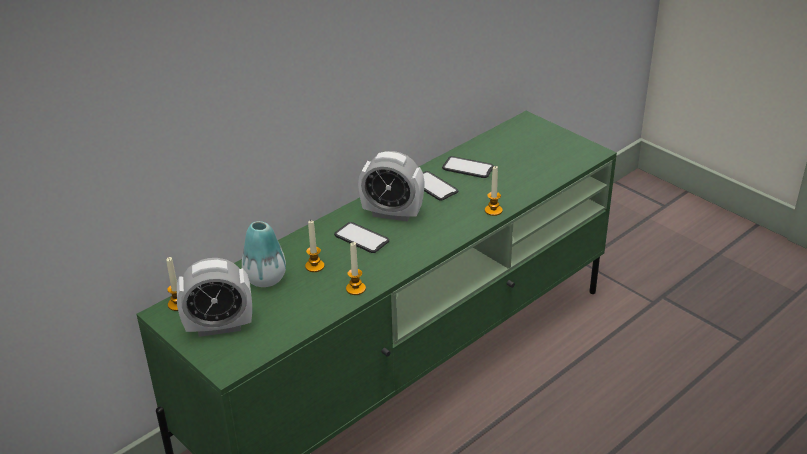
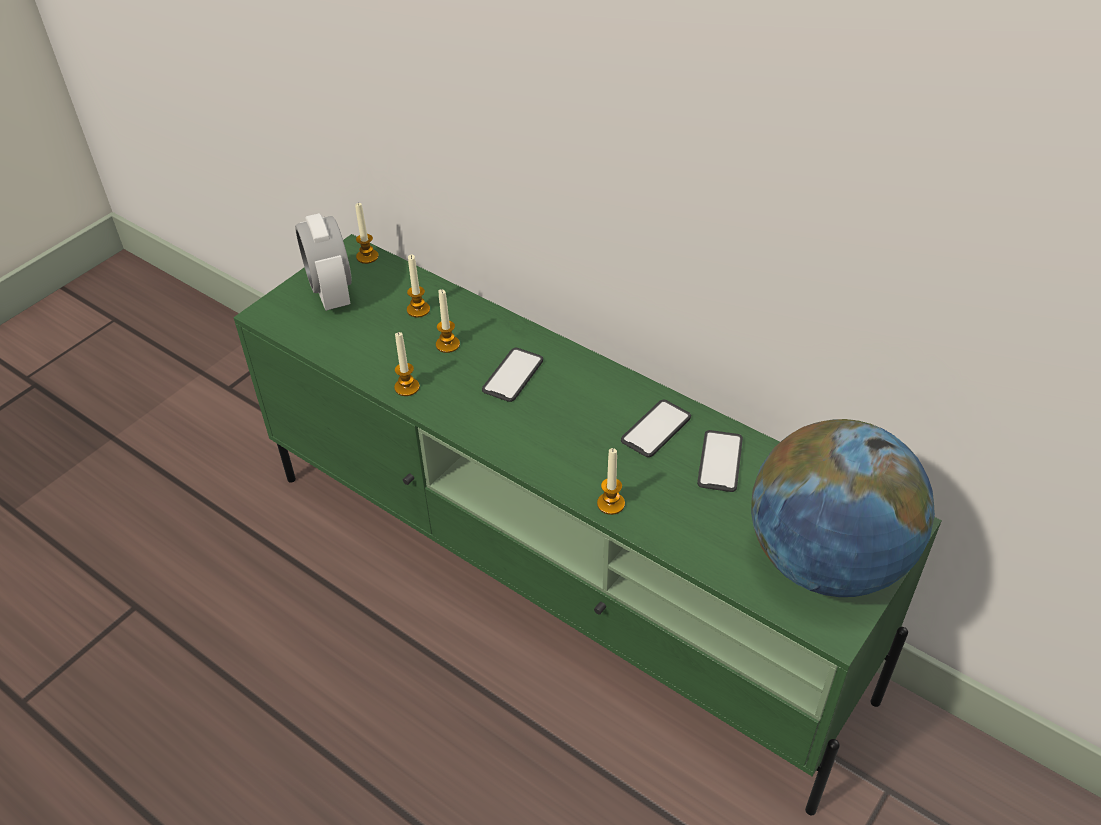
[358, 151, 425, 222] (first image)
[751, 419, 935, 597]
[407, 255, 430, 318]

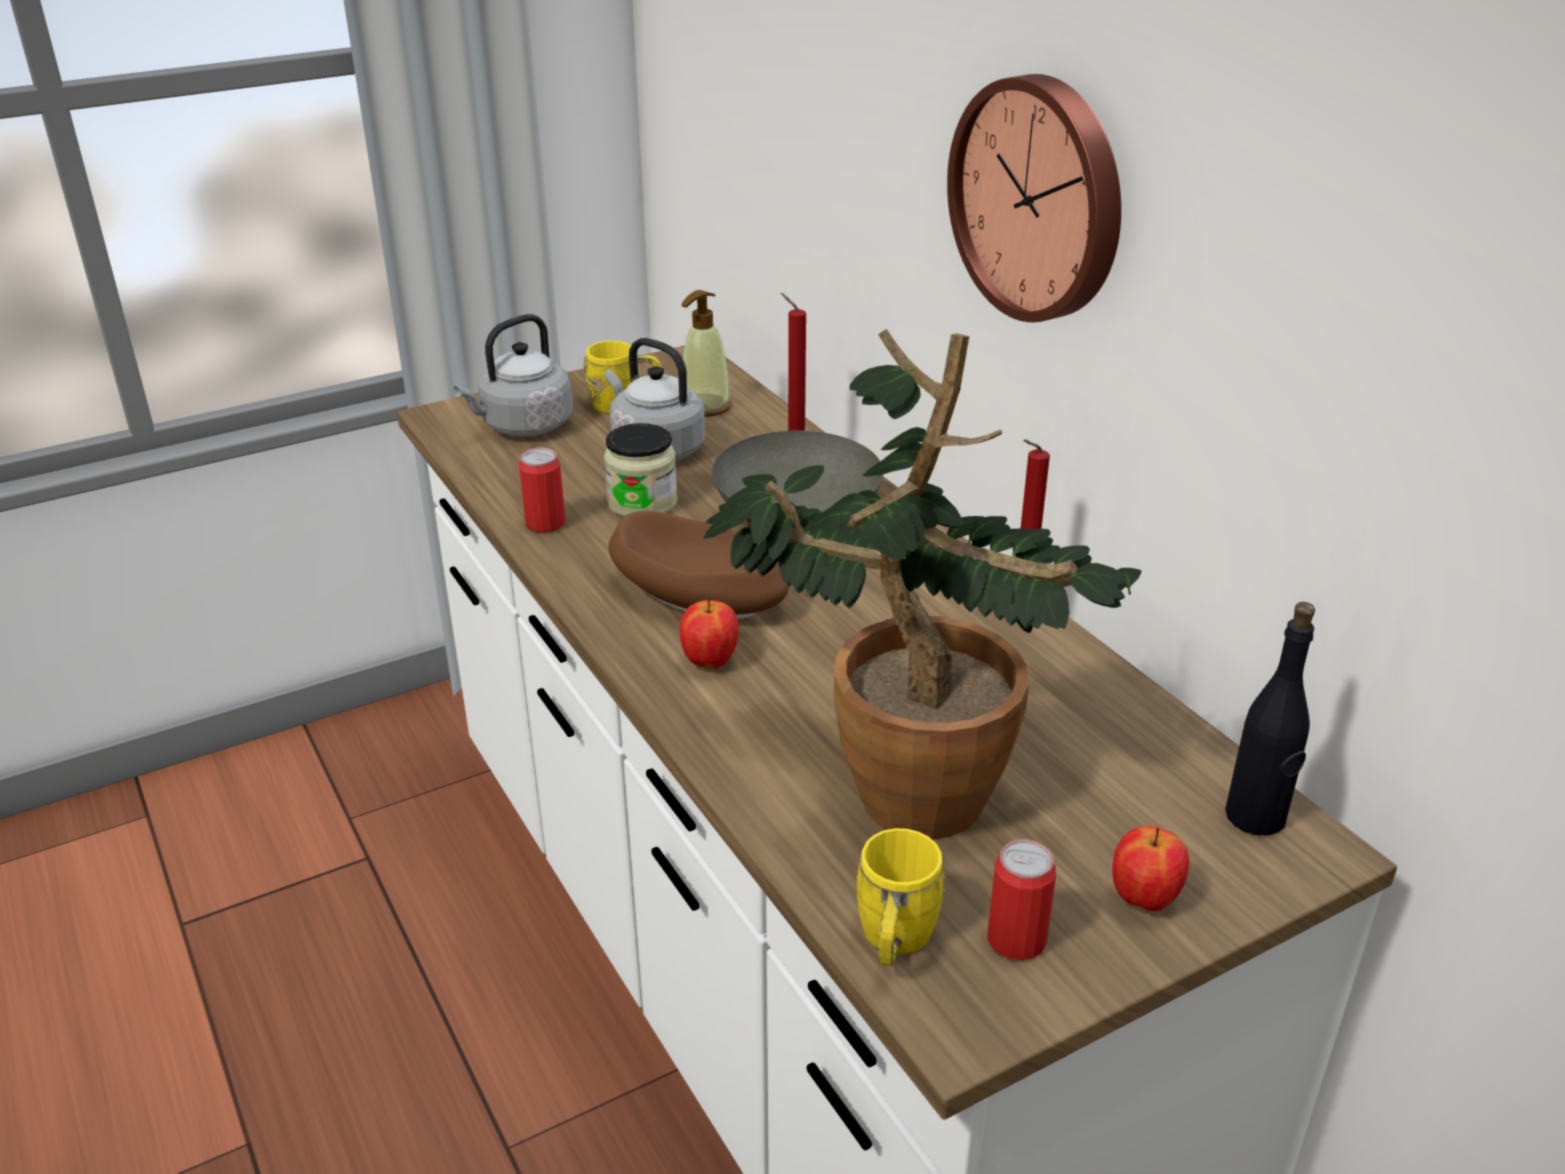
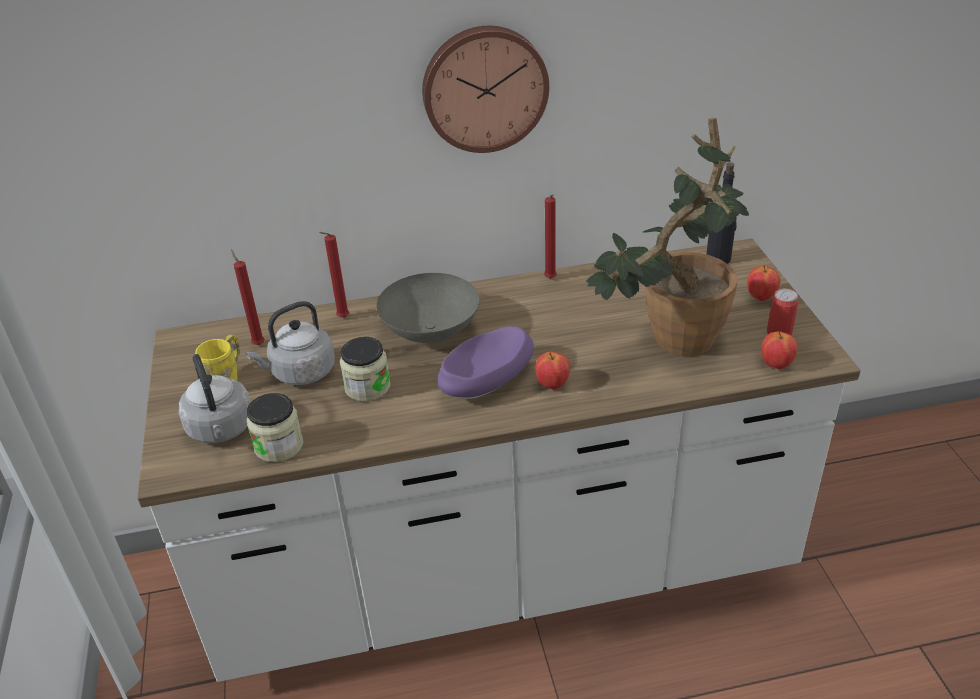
[519, 448, 566, 533] (first image)
[247, 393, 303, 462]
[231, 250, 265, 345]
[761, 331, 798, 369]
[438, 326, 534, 399]

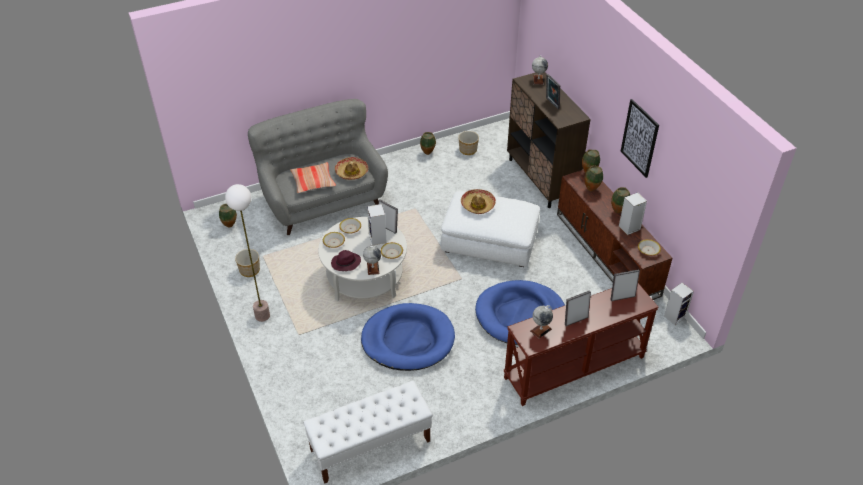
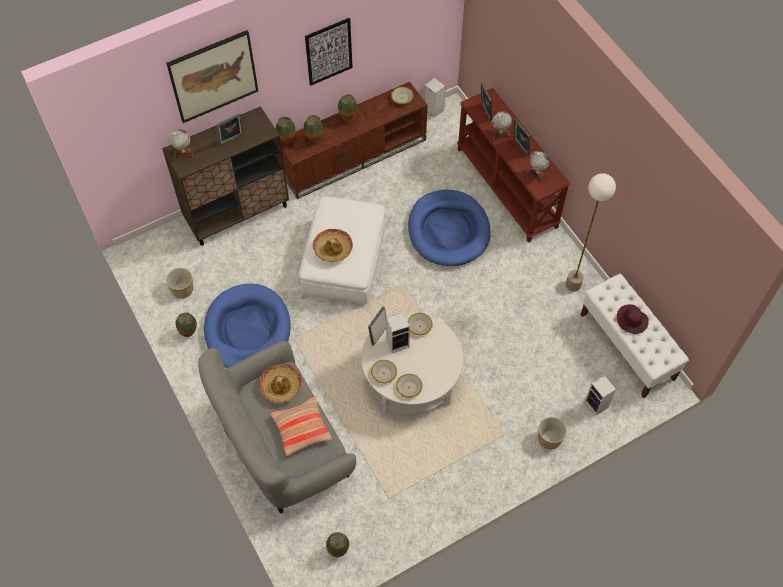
[166, 30, 258, 123]
[566, 173, 616, 292]
[538, 417, 567, 449]
[617, 304, 649, 334]
[204, 284, 290, 368]
[491, 111, 512, 139]
[585, 375, 616, 416]

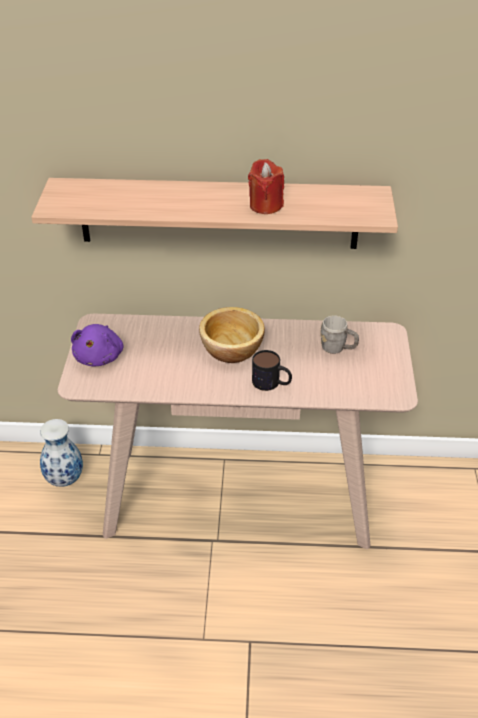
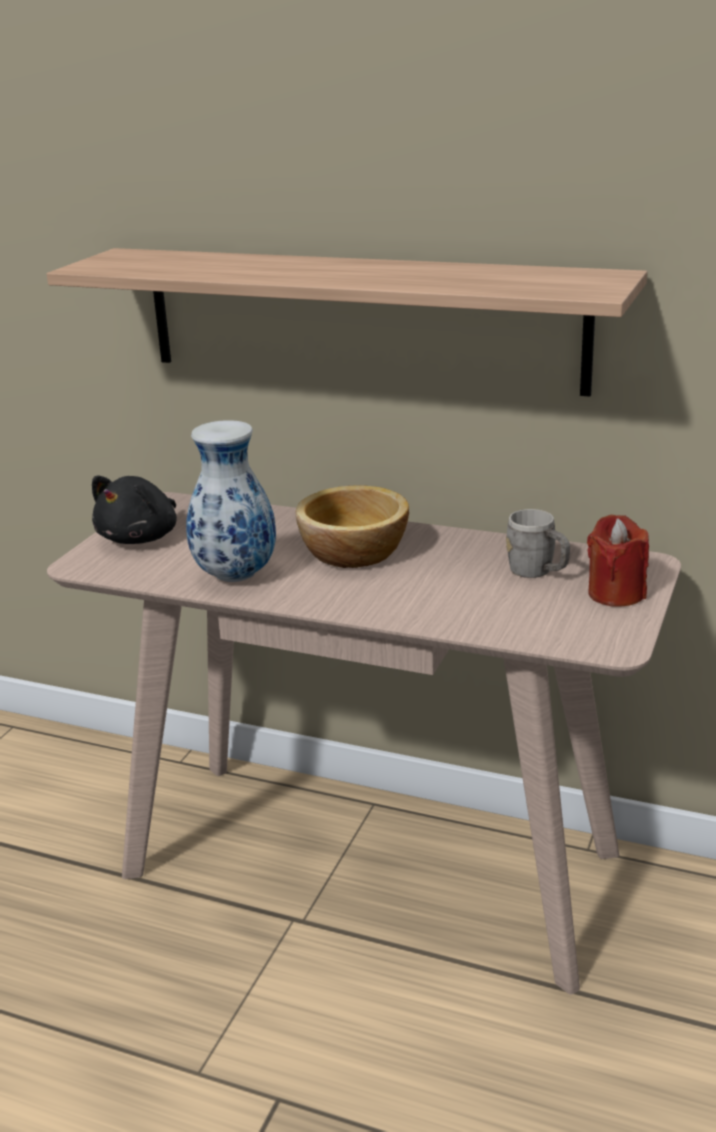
[252, 350, 292, 391] (first image)
[186, 420, 276, 582]
[587, 515, 649, 607]
[92, 475, 177, 544]

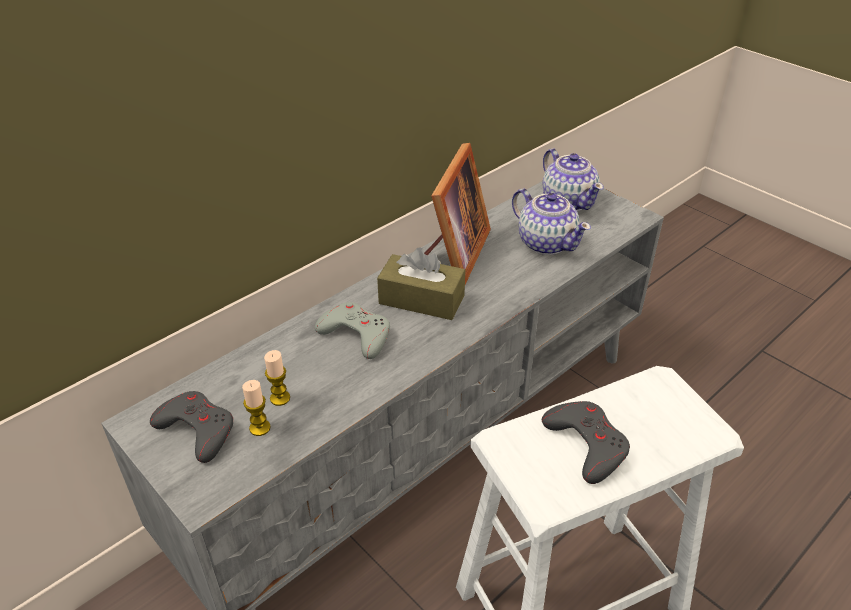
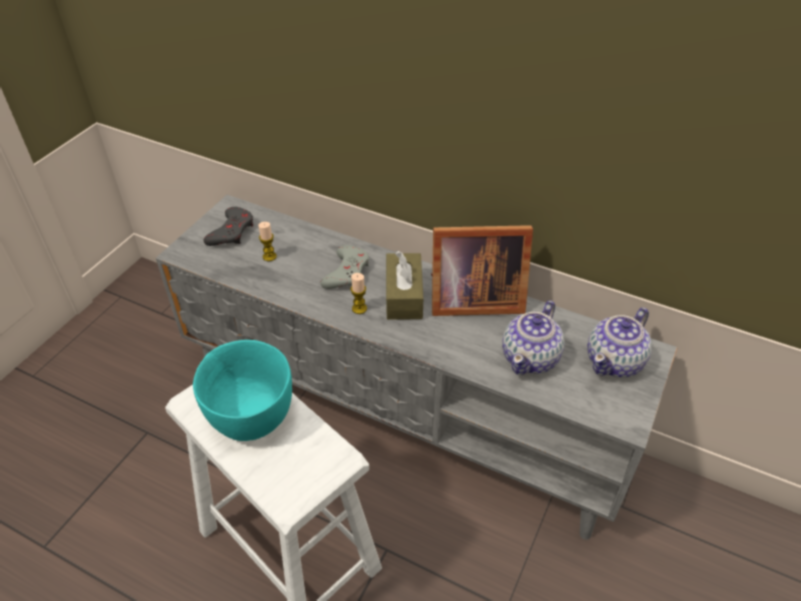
[350, 273, 367, 314]
[193, 340, 292, 441]

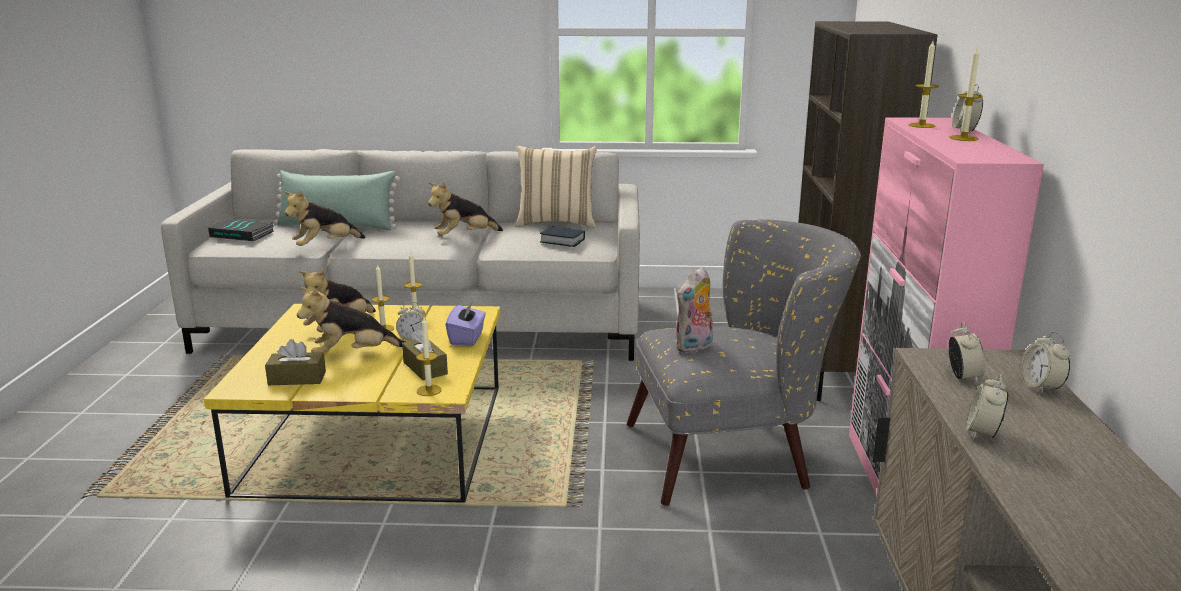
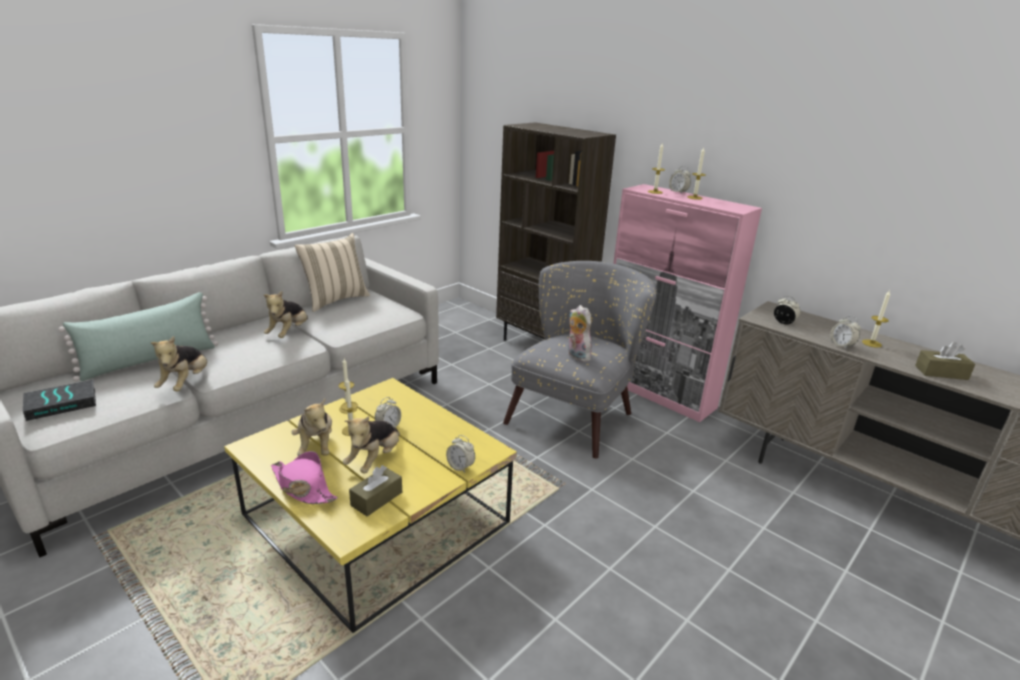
[446, 300, 486, 346] (first image)
[540, 226, 585, 247] (first image)
[271, 451, 338, 504]
[915, 342, 975, 380]
[862, 290, 890, 348]
[446, 435, 475, 473]
[568, 305, 592, 362]

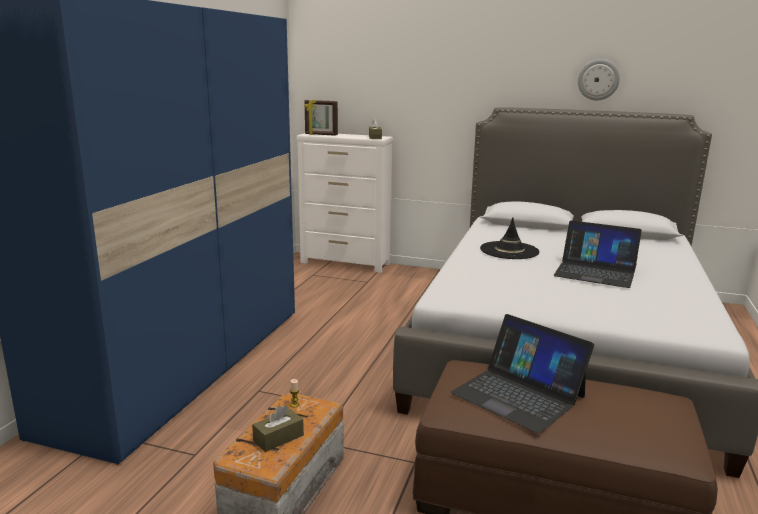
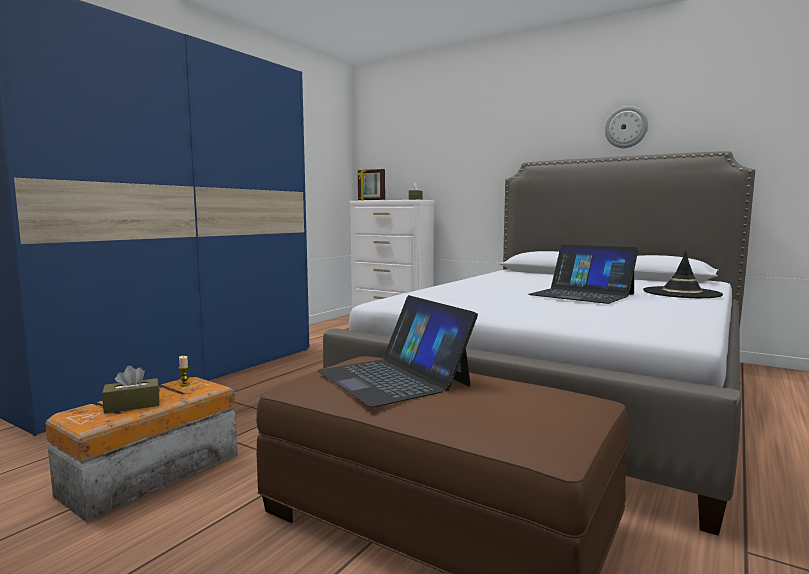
[643, 251, 723, 298]

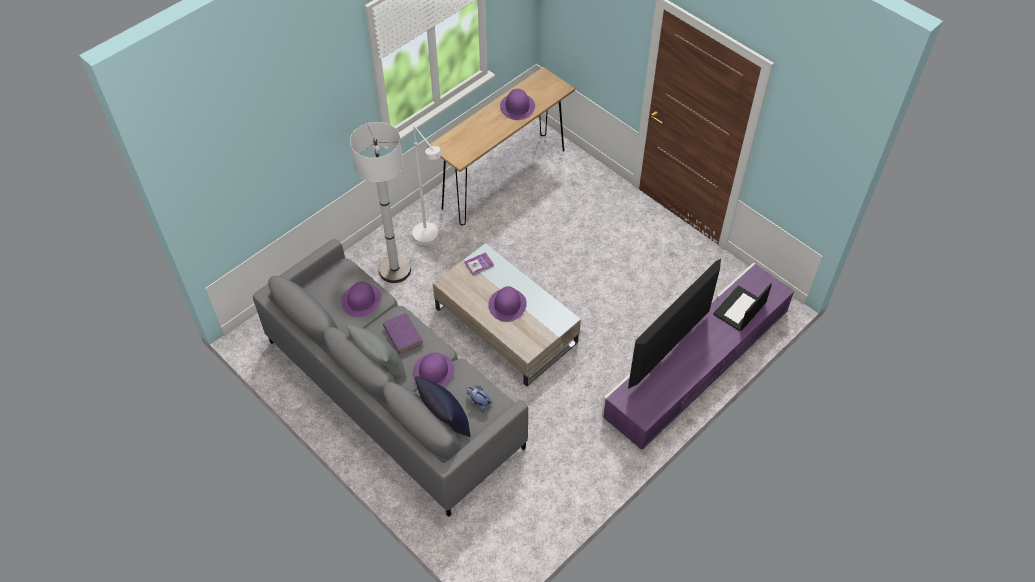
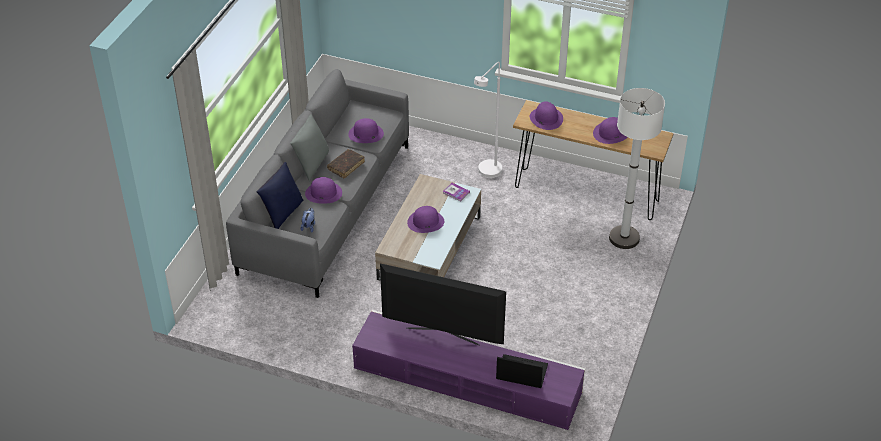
[530, 101, 563, 130]
[609, 88, 665, 249]
[327, 149, 365, 178]

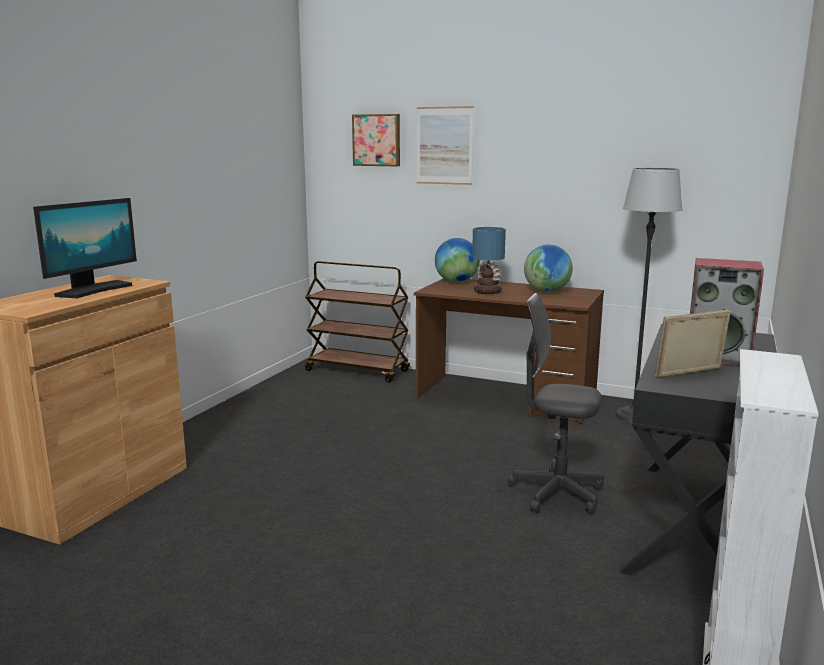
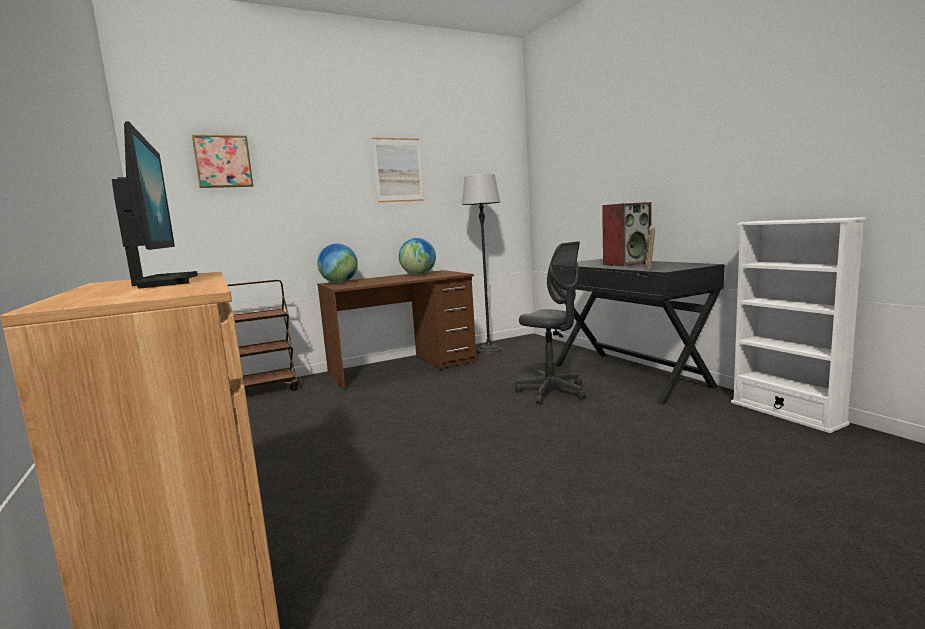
[472, 227, 506, 294] (first image)
[372, 138, 424, 202]
[515, 241, 586, 404]

